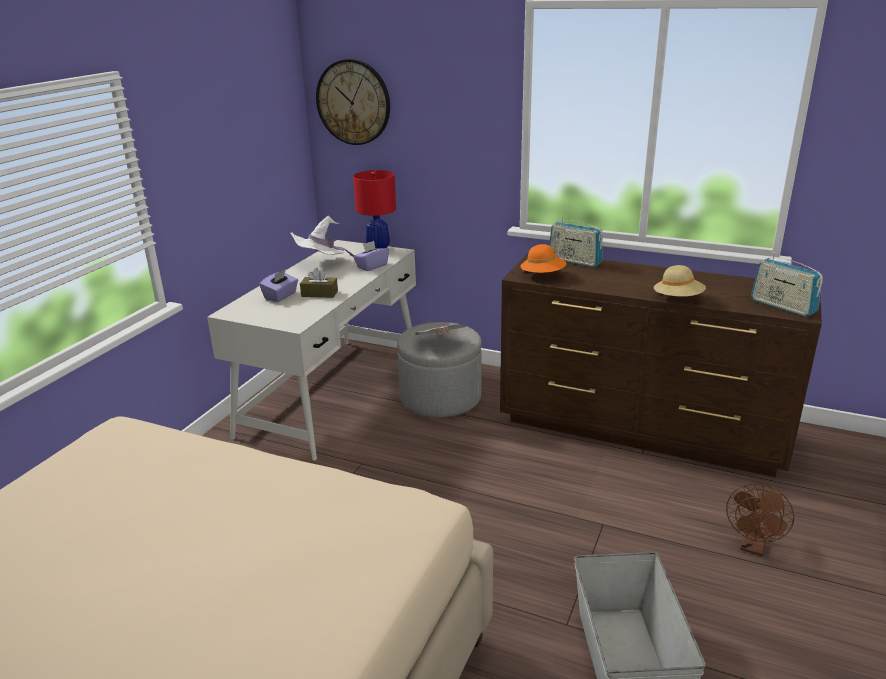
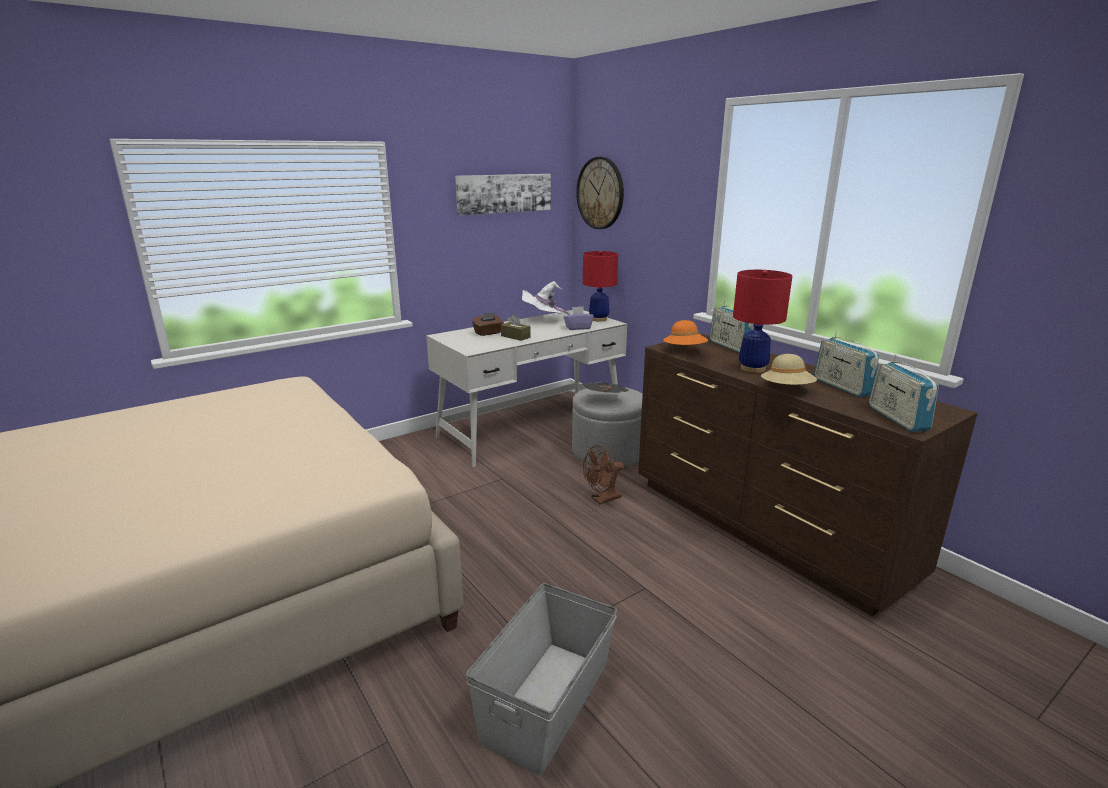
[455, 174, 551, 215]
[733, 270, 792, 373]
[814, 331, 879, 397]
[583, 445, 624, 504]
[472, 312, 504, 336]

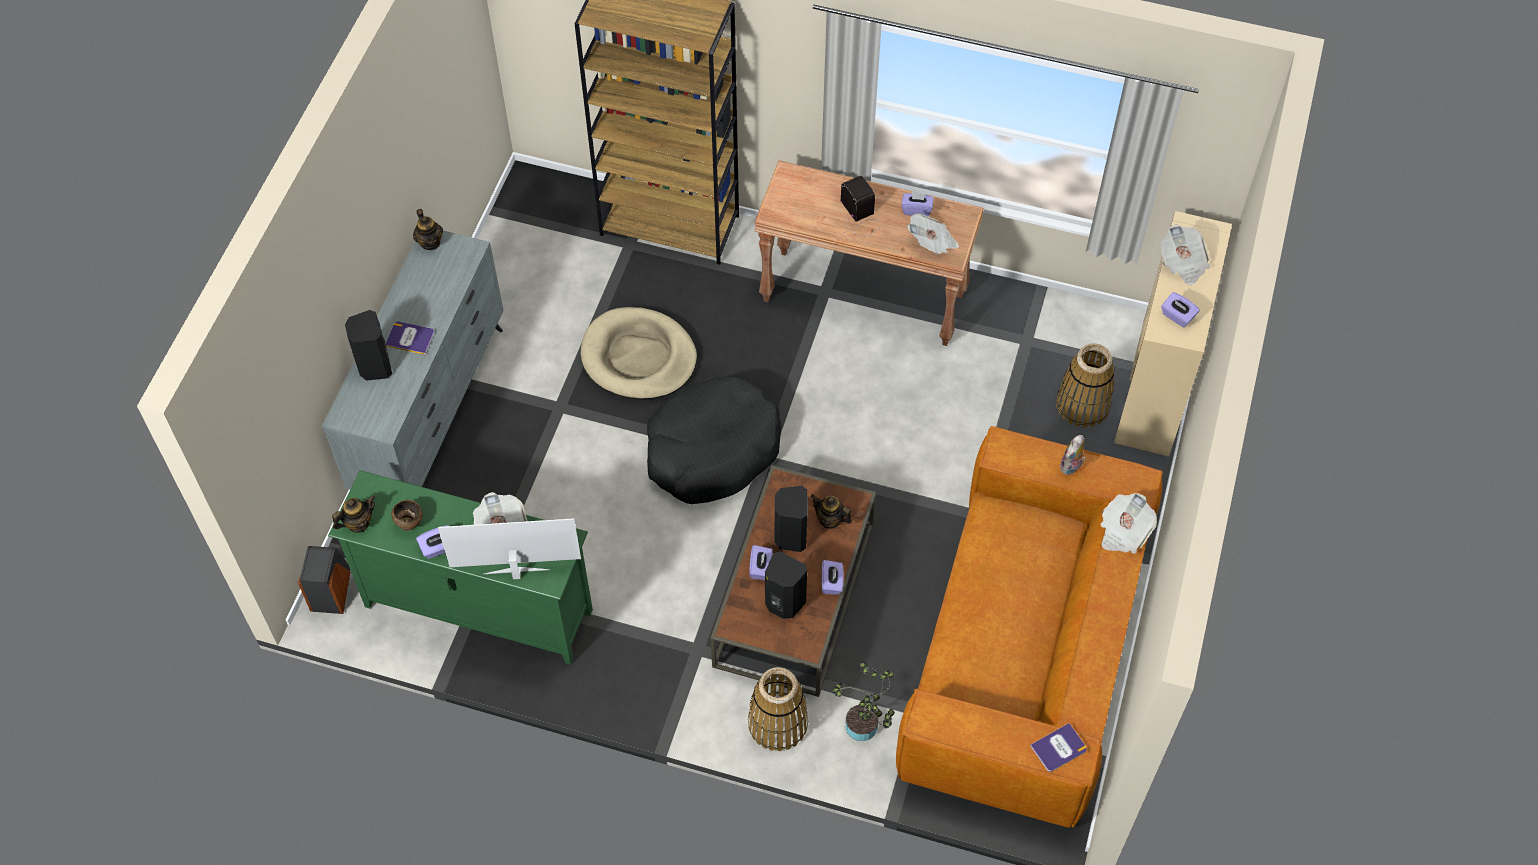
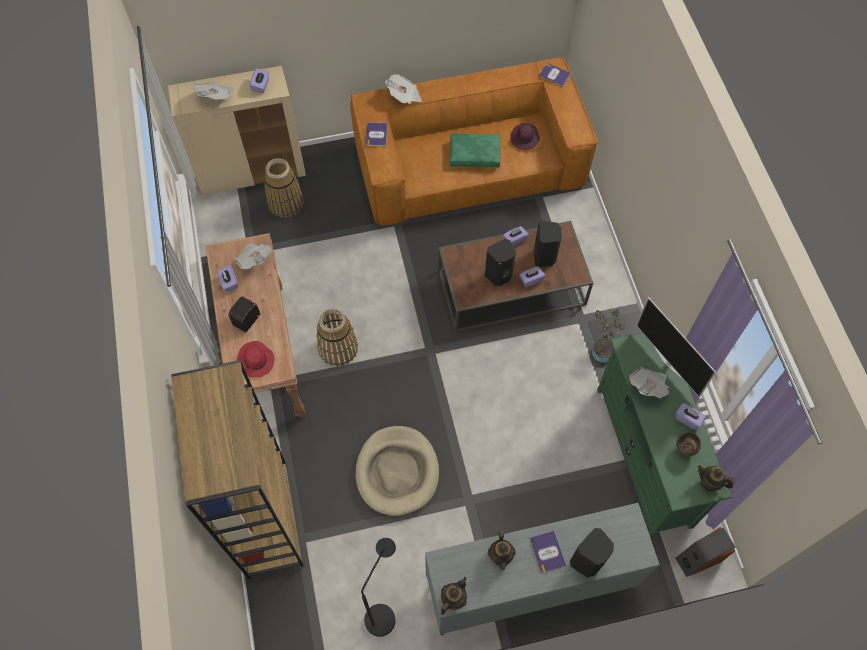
[647, 376, 781, 504] (first image)
[237, 341, 274, 378]
[361, 538, 396, 637]
[450, 133, 500, 167]
[511, 123, 540, 150]
[316, 309, 358, 366]
[488, 531, 516, 570]
[592, 309, 628, 363]
[366, 122, 388, 146]

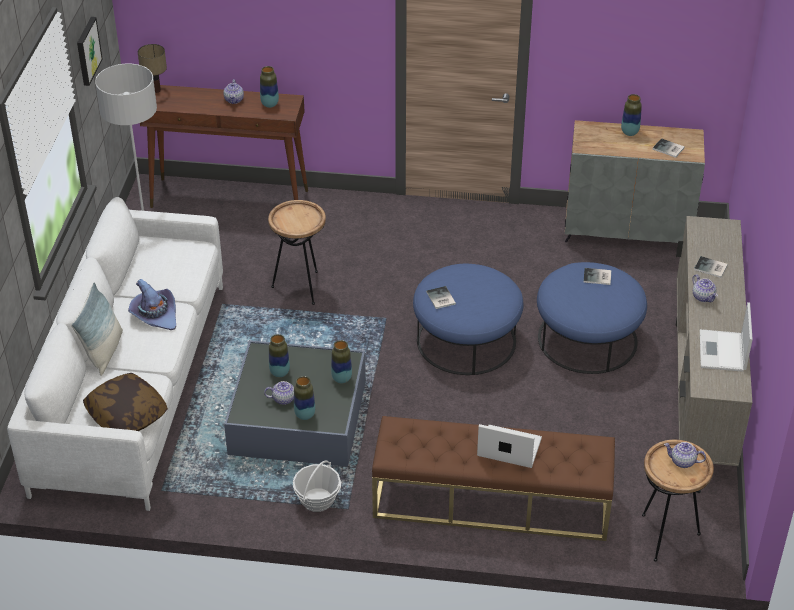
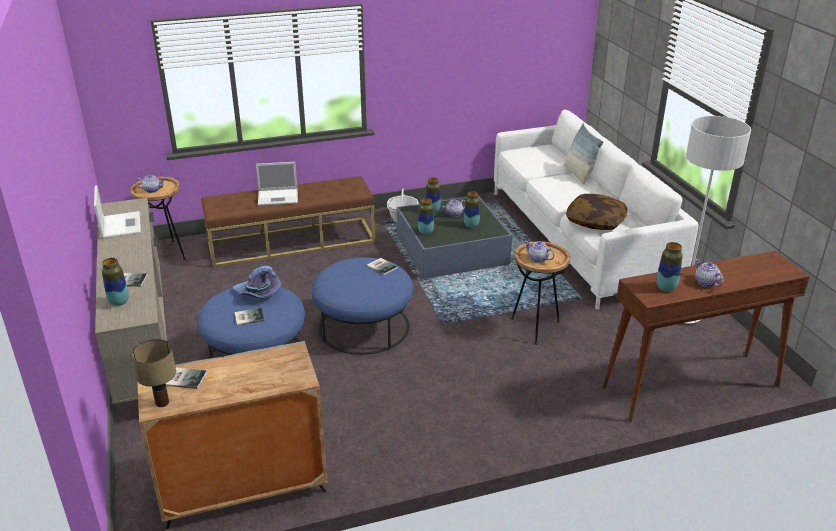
[77, 17, 103, 86] (first image)
[566, 194, 628, 230]
[233, 266, 281, 298]
[131, 339, 176, 407]
[102, 258, 129, 306]
[524, 241, 555, 263]

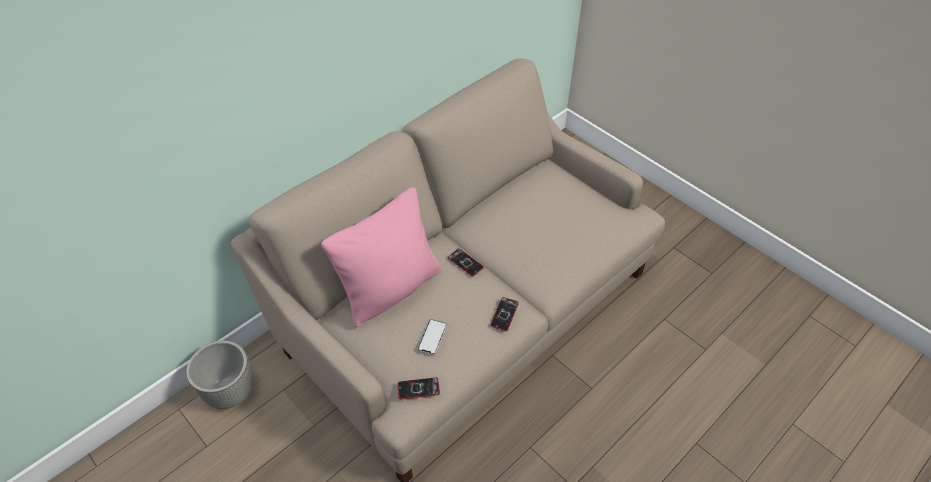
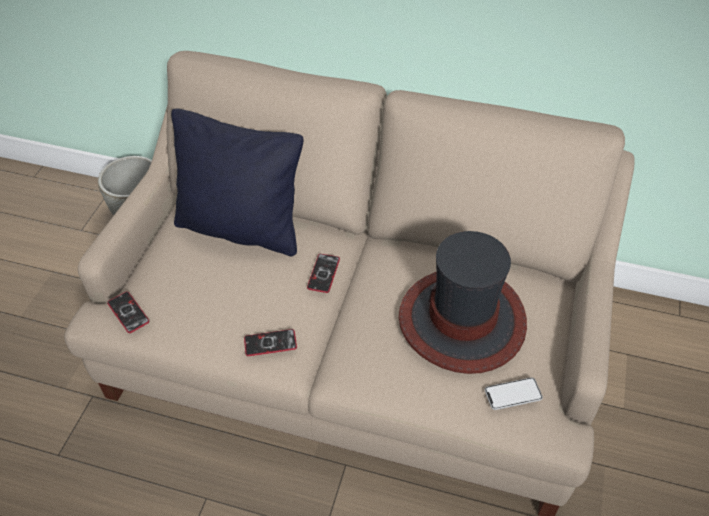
[399, 231, 527, 374]
[484, 377, 543, 410]
[171, 108, 303, 256]

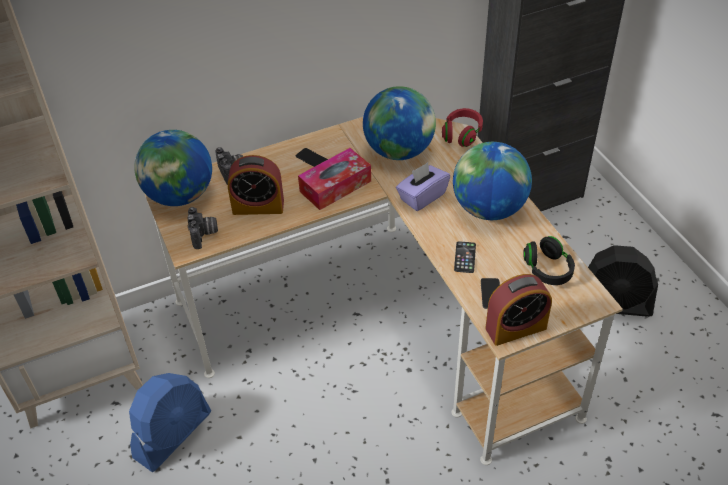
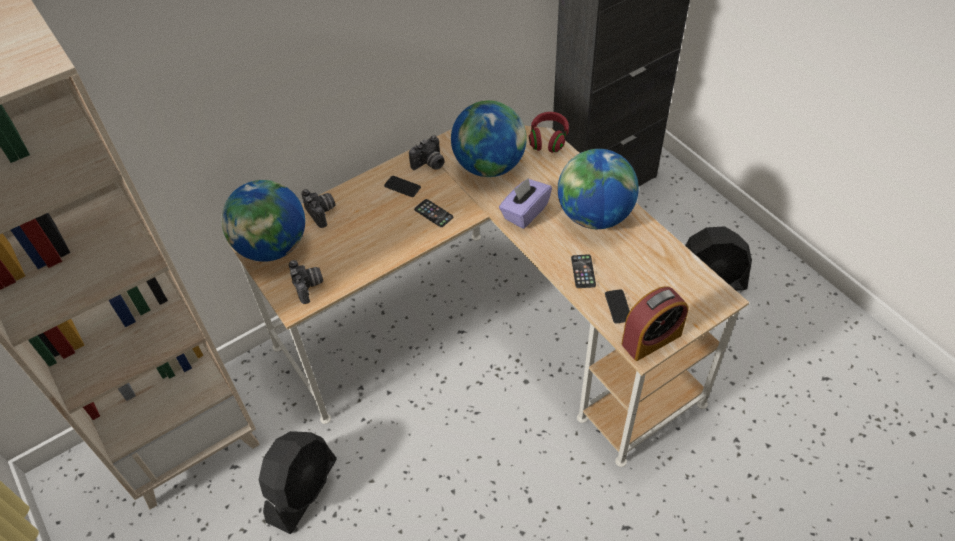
[228, 155, 284, 215] (first image)
[523, 236, 575, 285] (first image)
[409, 135, 445, 170]
[414, 199, 453, 227]
[259, 431, 337, 534]

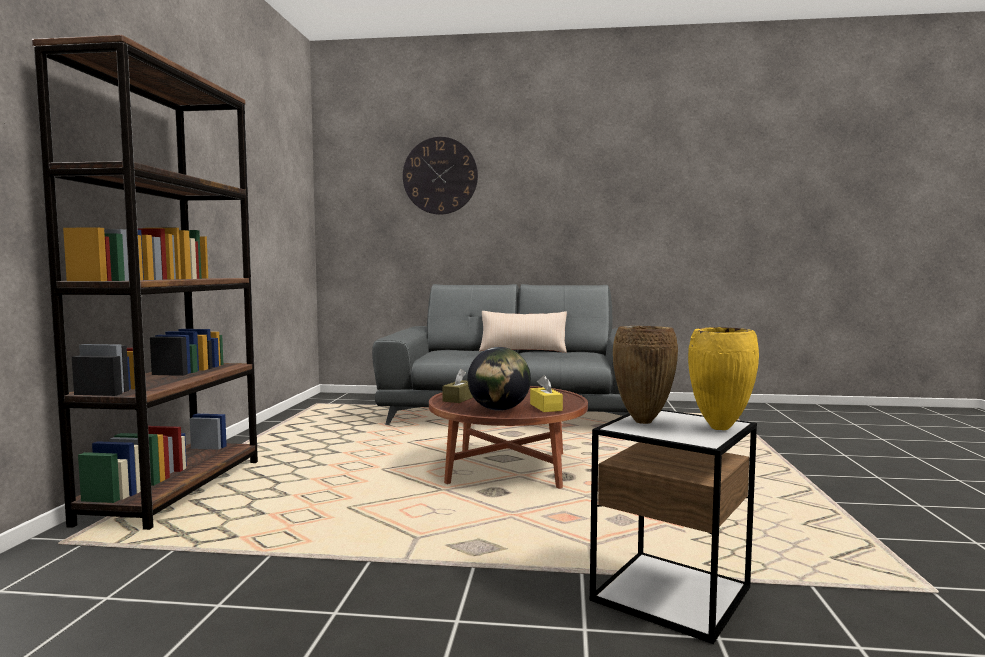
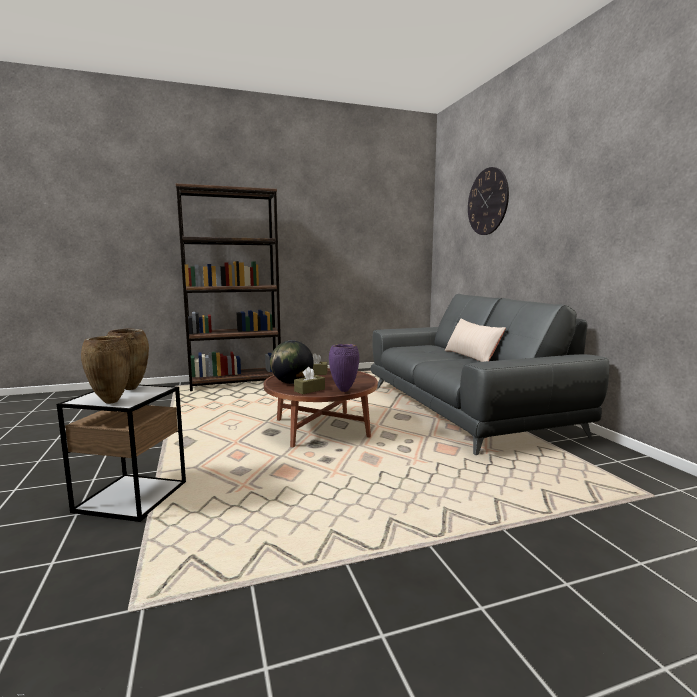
[329, 344, 359, 392]
[294, 367, 325, 394]
[81, 336, 131, 404]

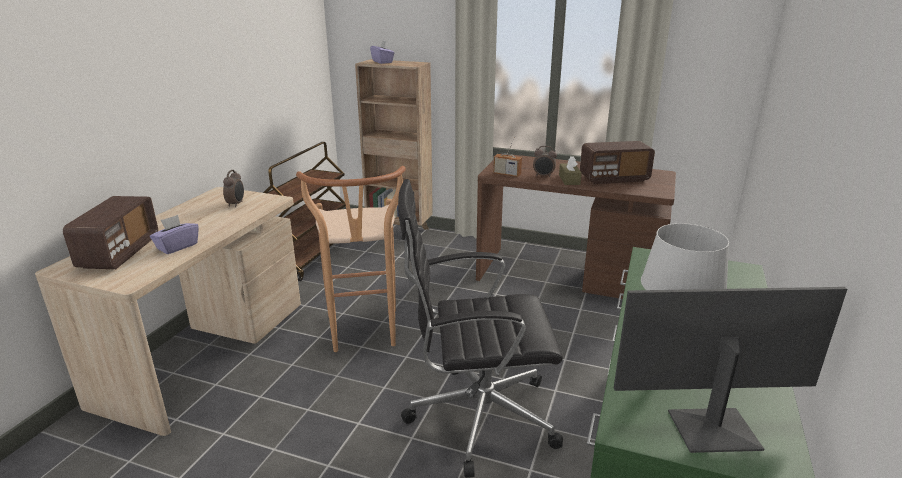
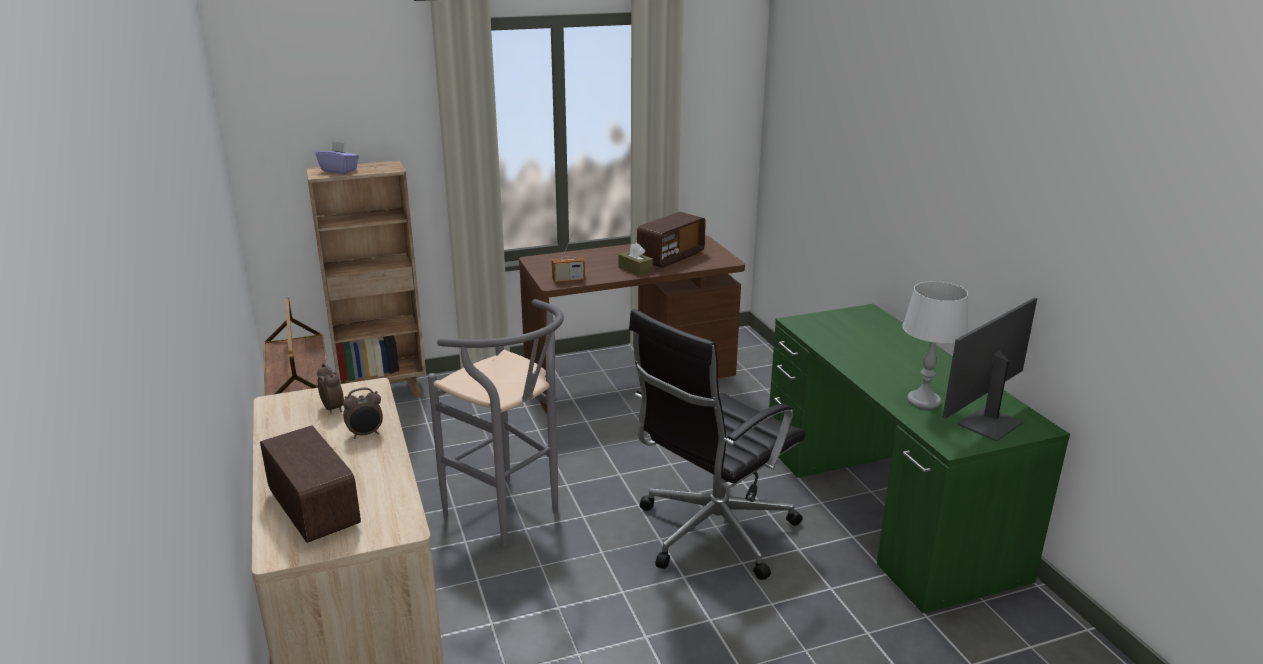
[150, 215, 199, 254] (first image)
[343, 388, 383, 439]
[428, 299, 564, 547]

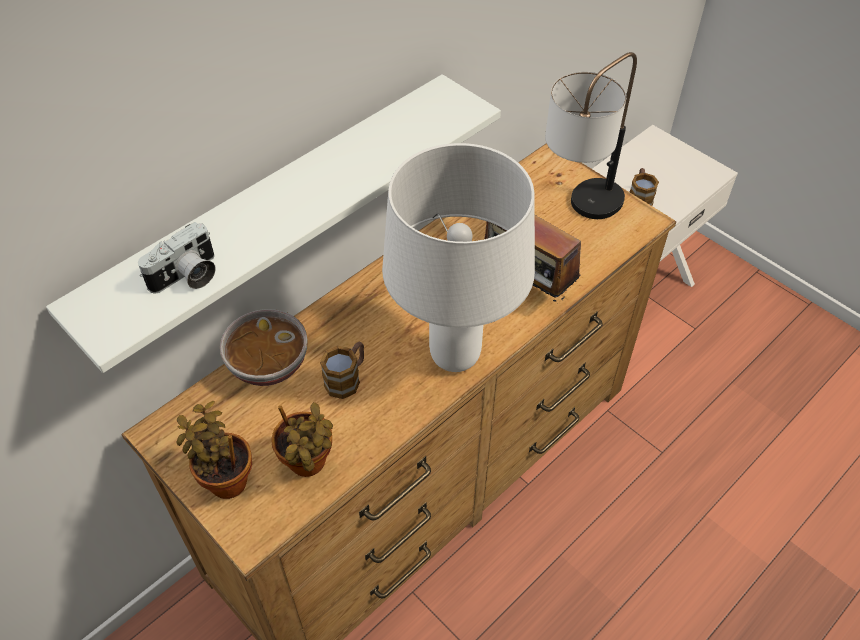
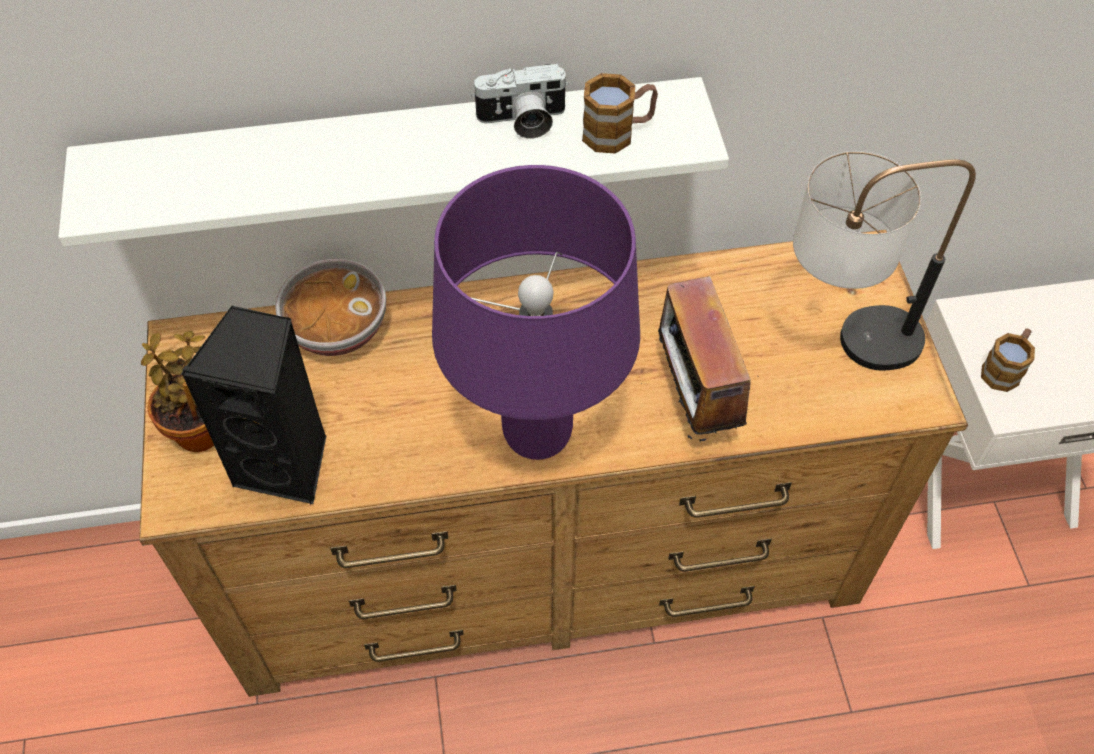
[471, 64, 569, 139]
[582, 73, 658, 154]
[180, 305, 327, 505]
[432, 165, 640, 460]

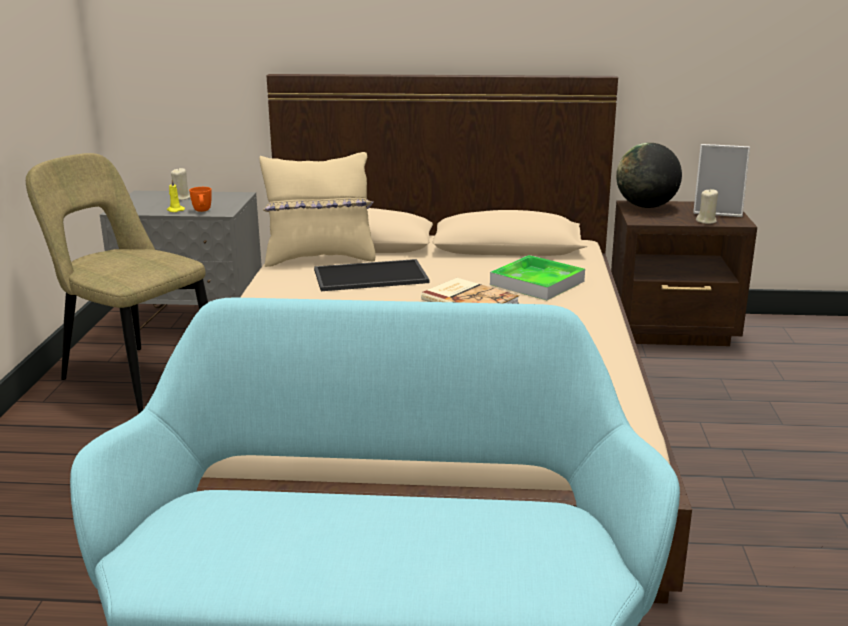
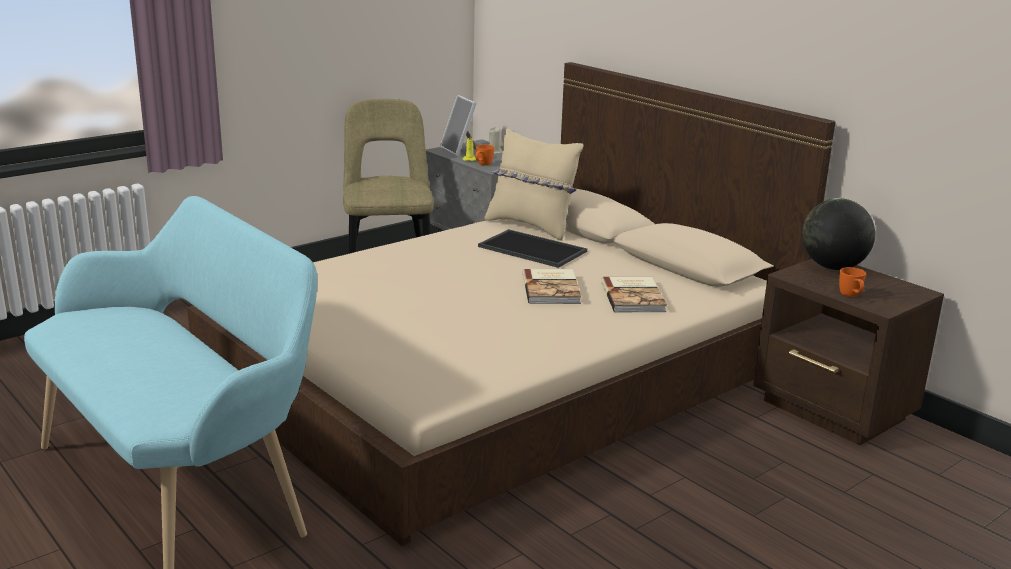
[440, 95, 477, 157]
[601, 277, 667, 312]
[839, 267, 866, 297]

